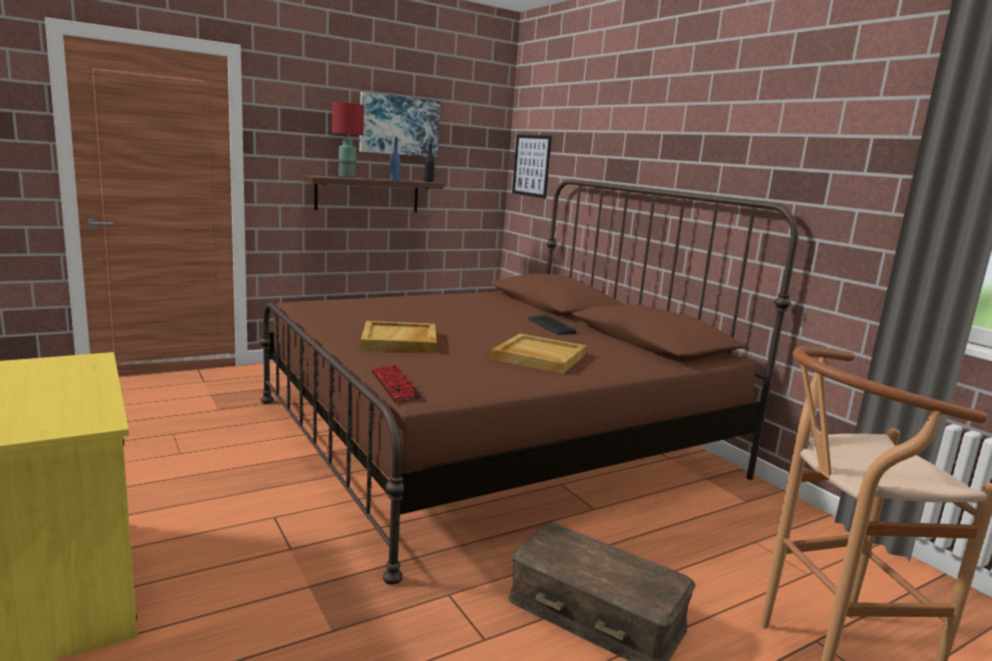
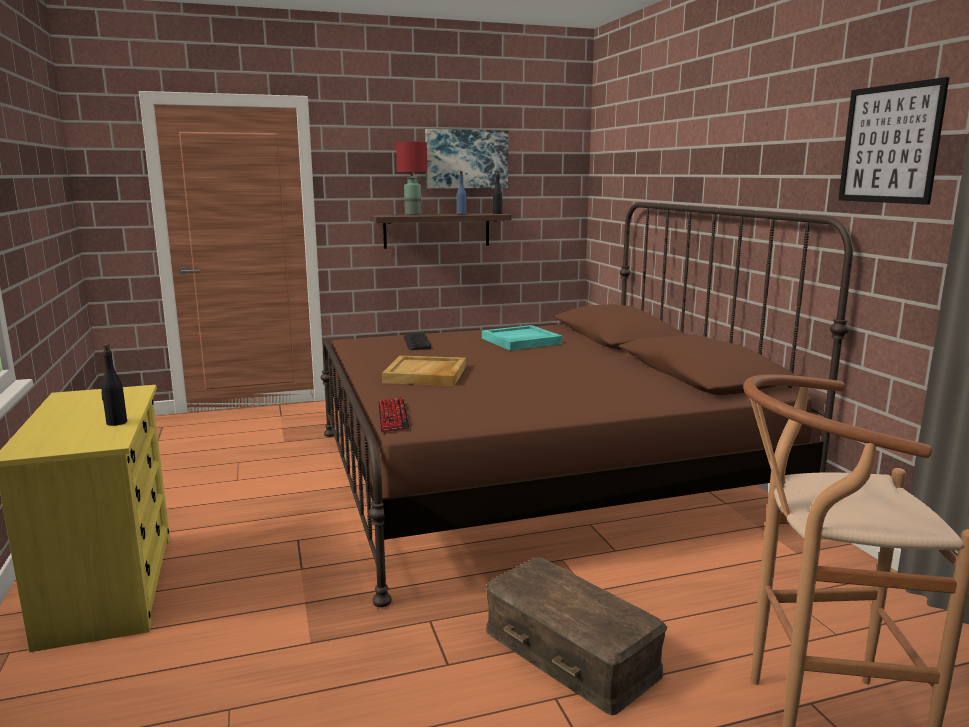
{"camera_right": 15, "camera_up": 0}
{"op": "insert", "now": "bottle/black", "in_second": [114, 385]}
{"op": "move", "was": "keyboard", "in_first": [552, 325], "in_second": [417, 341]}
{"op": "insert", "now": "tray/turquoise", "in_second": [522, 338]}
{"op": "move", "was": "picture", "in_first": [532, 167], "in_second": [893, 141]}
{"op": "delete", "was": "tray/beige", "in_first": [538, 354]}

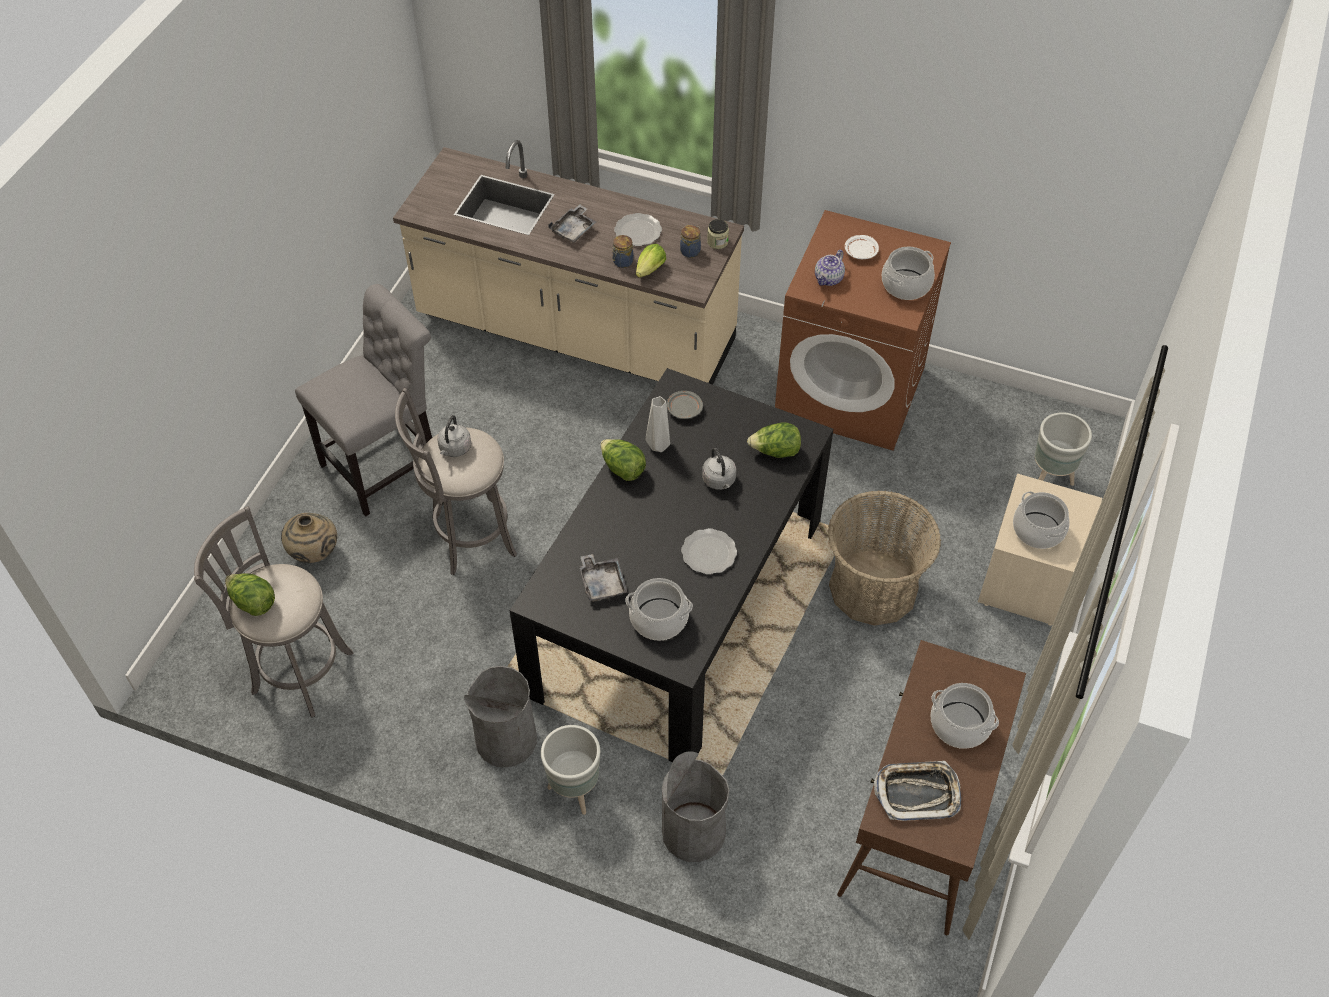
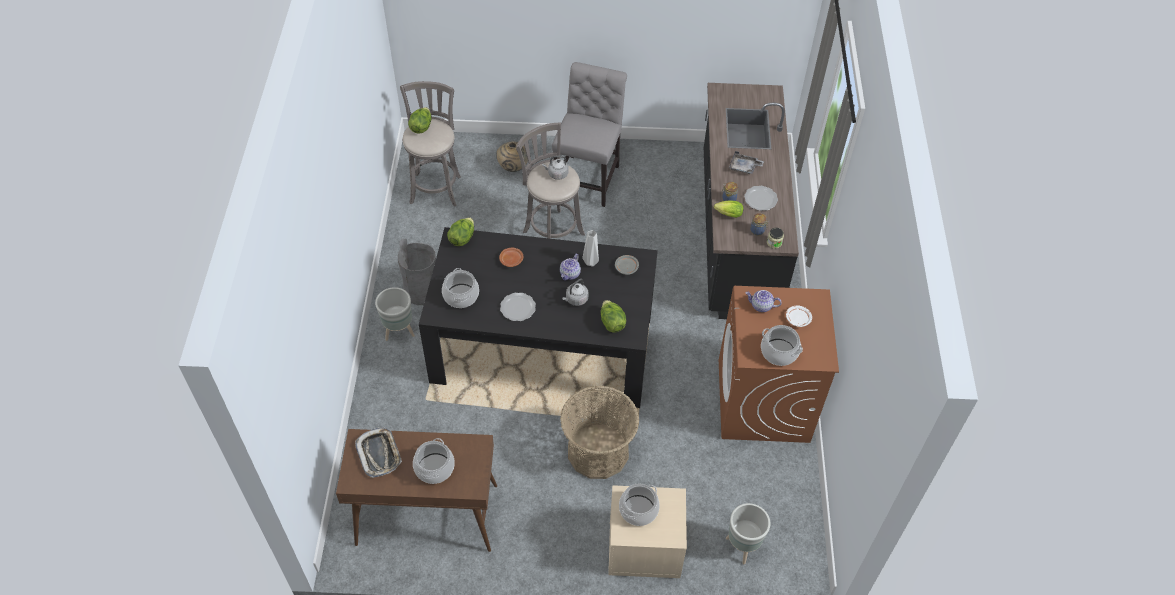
{"camera_right": 70, "camera_up": 0}
{"op": "move", "was": "lettuce", "in_first": [623, 460], "in_second": [460, 231]}
{"op": "insert", "now": "plate/brown", "in_second": [511, 257]}
{"op": "rotate", "was": "chair/grey", "in_first": [363, 400], "in_second": [589, 134], "clockwise": -105}
{"op": "insert", "now": "teapot", "in_second": [570, 267]}
{"op": "recolor", "was": "counter/beige", "now": "counter/black", "in_first": [568, 262], "in_second": [751, 201]}
{"op": "delete", "was": "tray/grey", "in_first": [603, 578]}
{"op": "delete", "was": "trash can/grey", "in_first": [695, 806]}

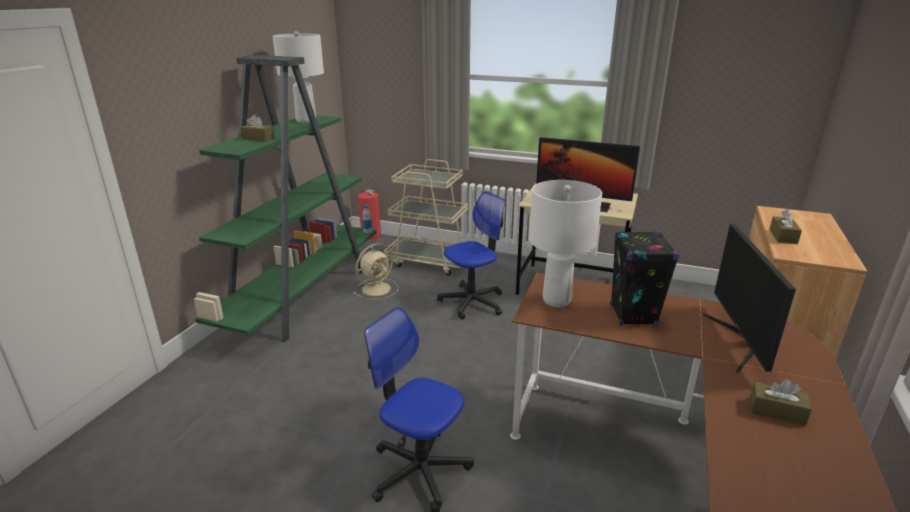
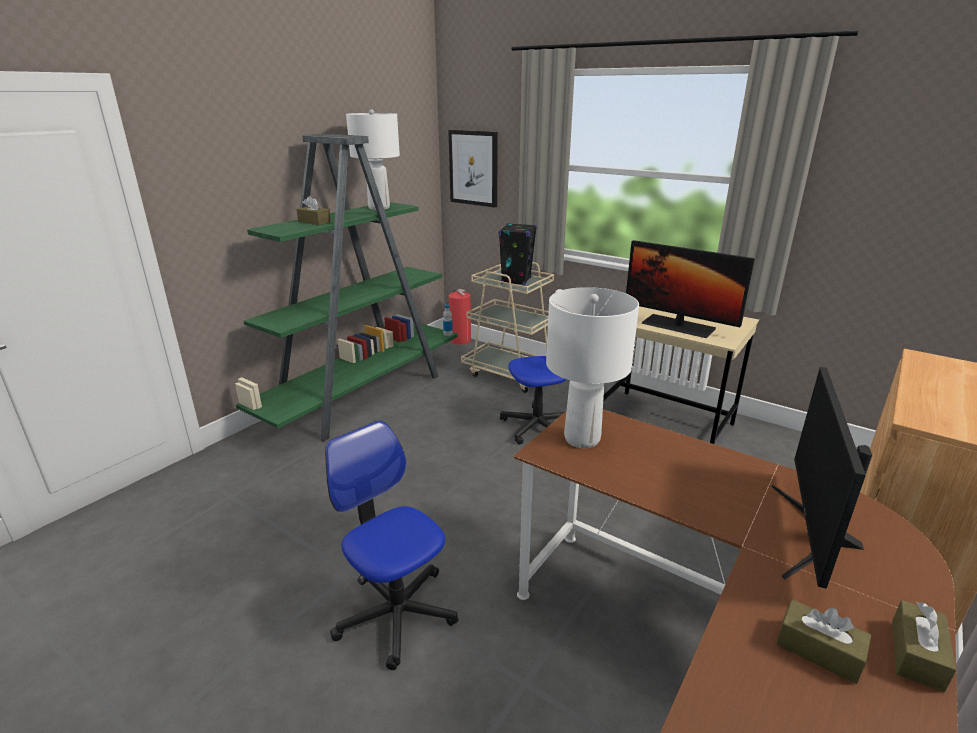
{"camera_right": 15, "camera_up": 0}
{"op": "insert", "now": "picture", "in_second": [473, 168]}
{"op": "move", "was": "speaker/black", "in_first": [644, 278], "in_second": [517, 254]}
{"op": "move", "was": "tissue box/brown", "in_first": [786, 226], "in_second": [924, 646]}
{"op": "delete", "was": "fan/beige", "in_first": [376, 271]}

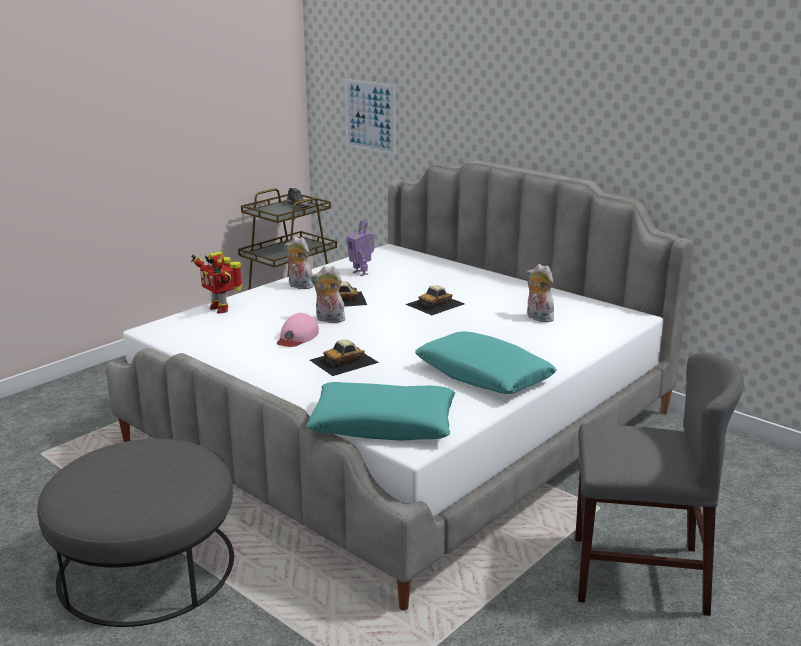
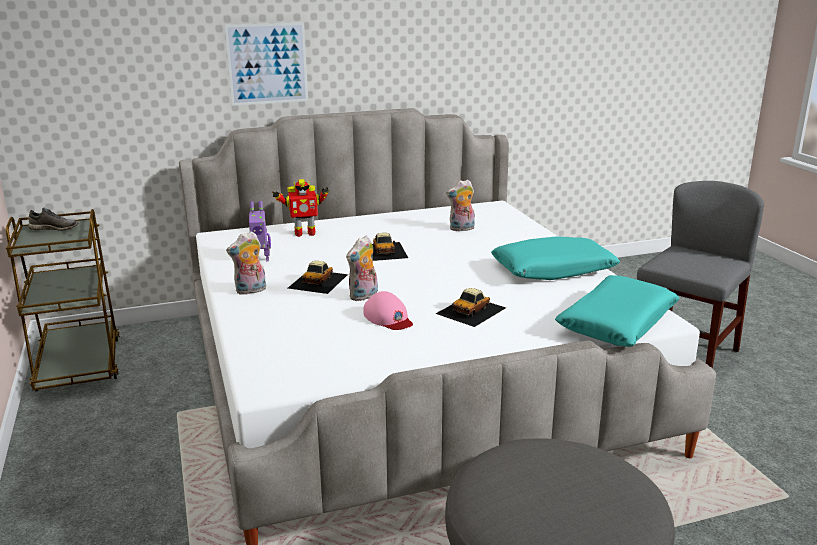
{"camera_right": -60, "camera_up": 0}
{"op": "move", "was": "picture", "in_first": [370, 117], "in_second": [266, 64]}
{"op": "move", "was": "toy robot", "in_first": [216, 282], "in_second": [300, 208]}
{"op": "rotate", "was": "toy car", "in_first": [344, 357], "in_second": [471, 307], "clockwise": 45}

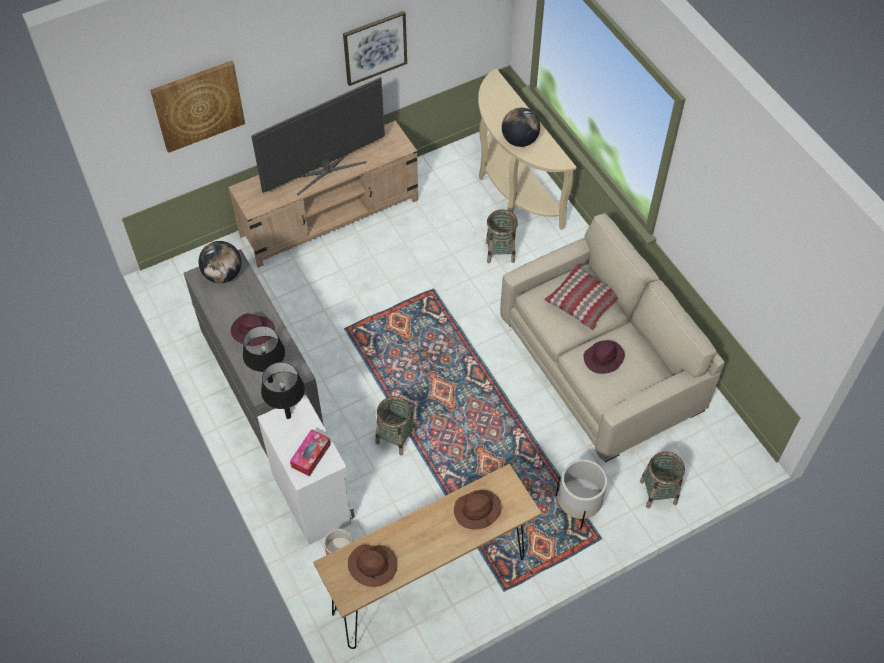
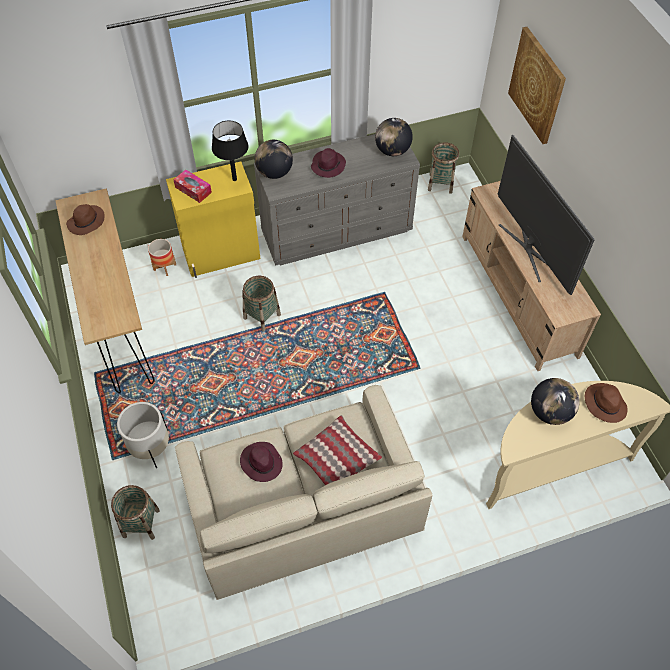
{"camera_right": 100, "camera_up": 0}
{"op": "recolor", "was": "cabinet/white", "now": "cabinet/yellow", "in_first": [305, 470], "in_second": [213, 219]}
{"op": "replace", "was": "table lamp/black", "now": "globe", "in_first": [264, 354], "in_second": [274, 159]}
{"op": "move", "was": "basket", "in_first": [502, 236], "in_second": [443, 168]}
{"op": "move", "was": "hat/brown", "in_first": [478, 509], "in_second": [606, 403]}
{"op": "delete", "was": "picture", "in_first": [375, 48]}

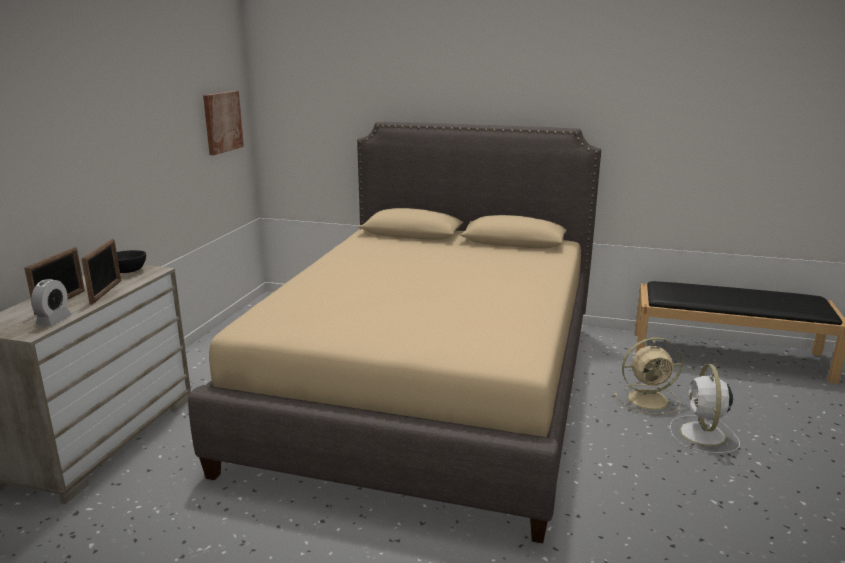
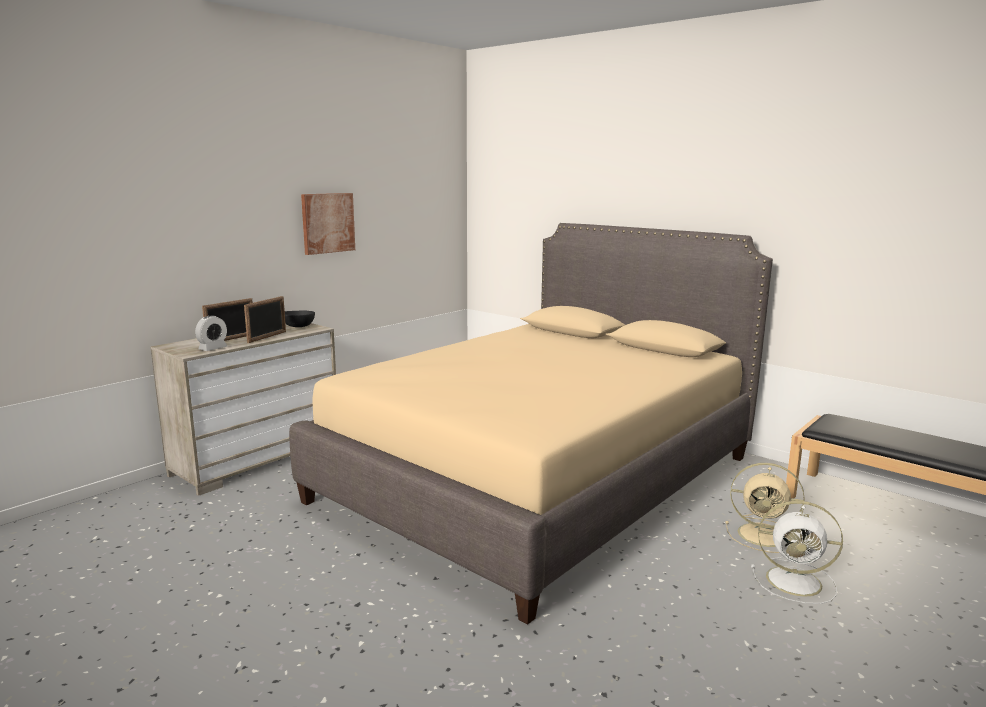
{"camera_right": 25, "camera_up": -5}
{"op": "move", "was": "picture", "in_first": [223, 123], "in_second": [328, 224]}
{"op": "rotate", "was": "fan/white", "in_first": [705, 408], "in_second": [797, 552], "clockwise": -105}

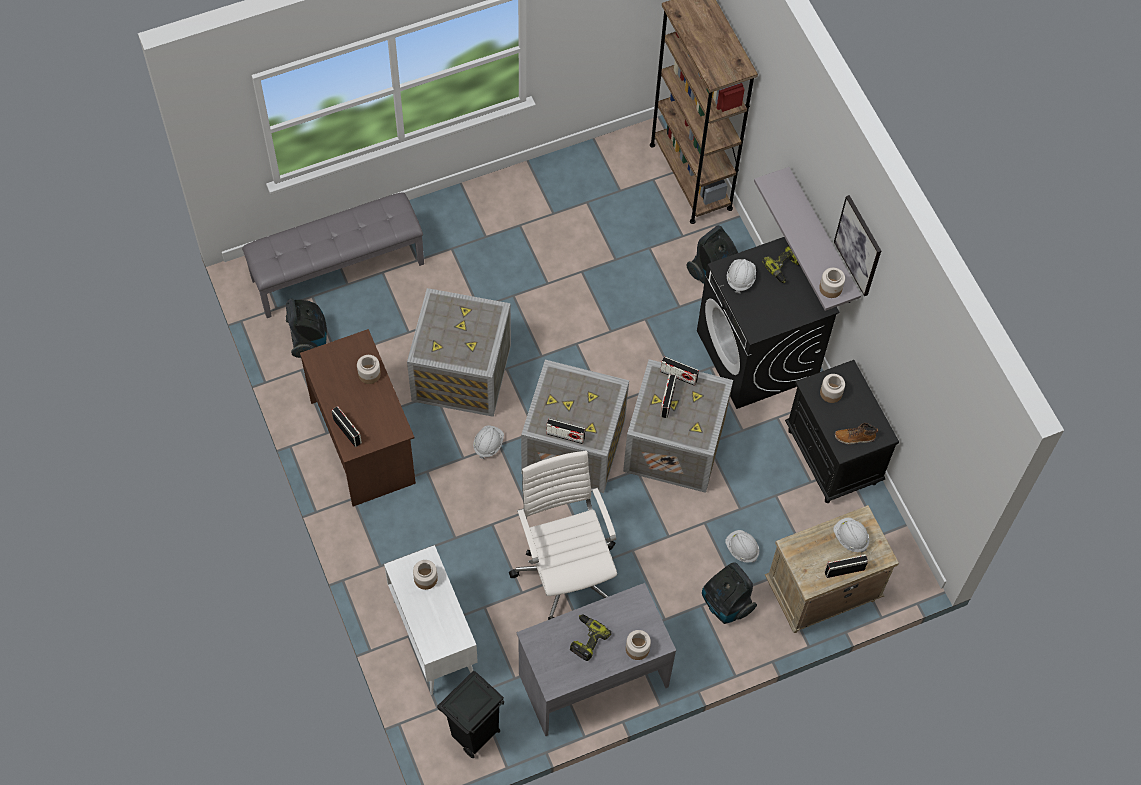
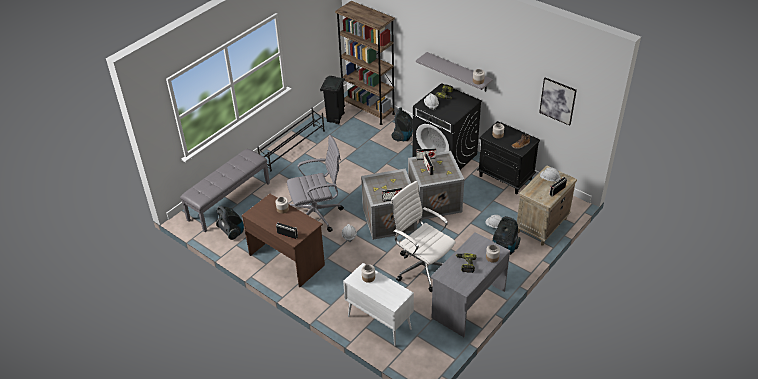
{"camera_right": -25, "camera_up": -20}
{"op": "insert", "now": "shoe rack/black", "in_second": [291, 139]}
{"op": "replace", "was": "crate", "now": "office chair/grey", "in_first": [459, 352], "in_second": [315, 183]}
{"op": "move", "was": "trash can/black", "in_first": [471, 714], "in_second": [332, 100]}
{"op": "move", "was": "picture", "in_first": [857, 245], "in_second": [558, 101]}

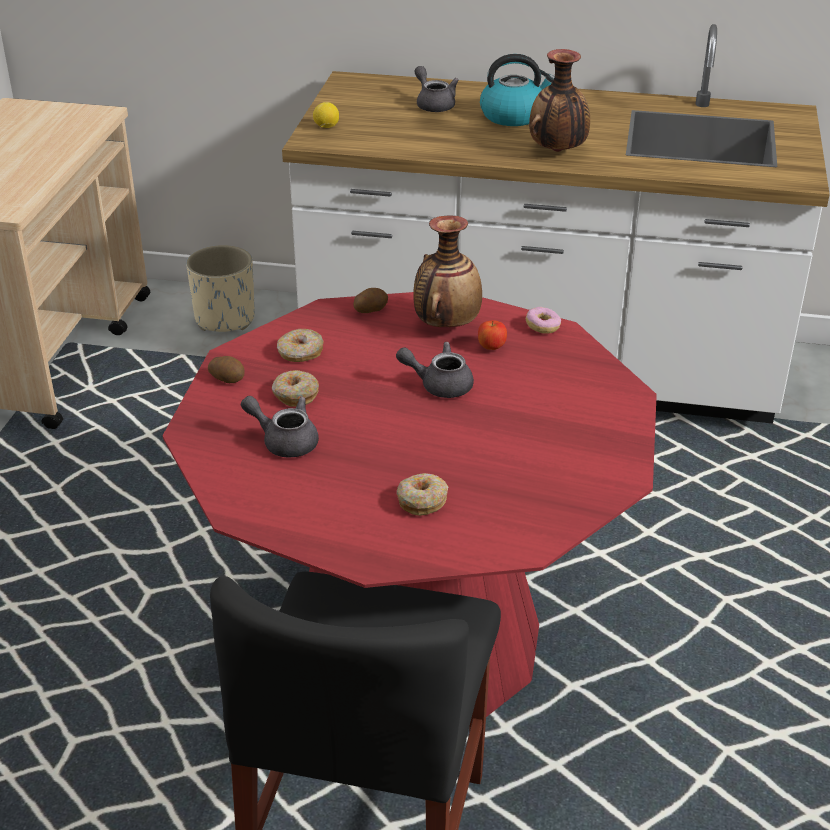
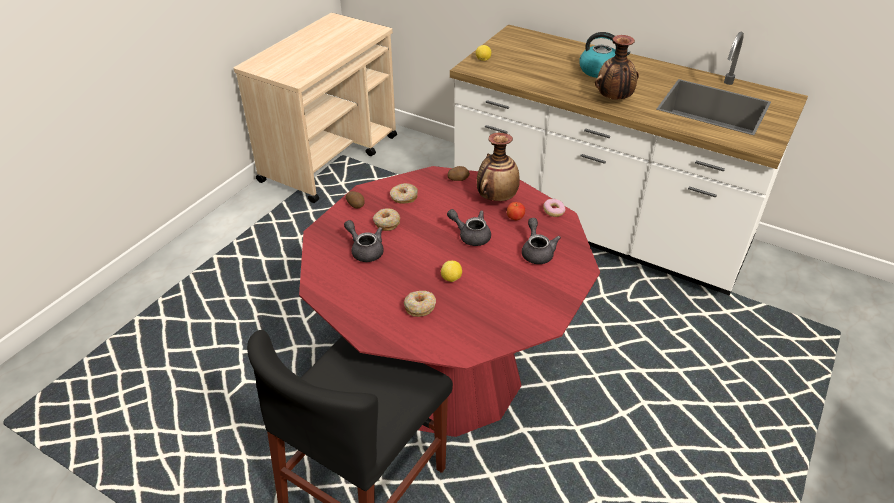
{"camera_right": 20, "camera_up": 5}
{"op": "insert", "now": "lemon", "in_second": [451, 271]}
{"op": "move", "was": "teapot/grey", "in_first": [437, 89], "in_second": [541, 241]}
{"op": "delete", "was": "planter/beige", "in_first": [220, 288]}

